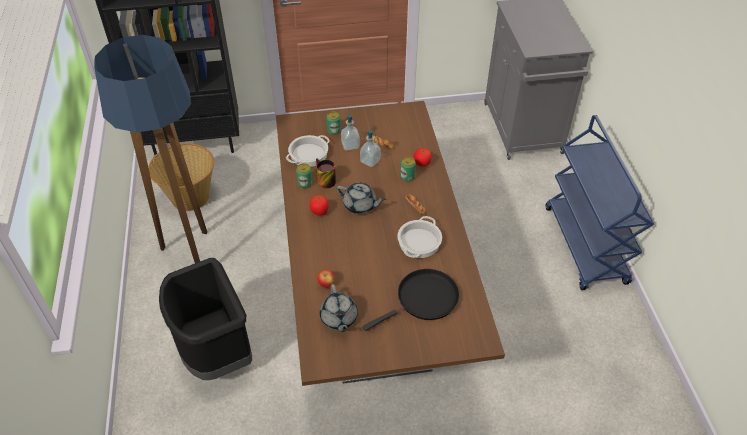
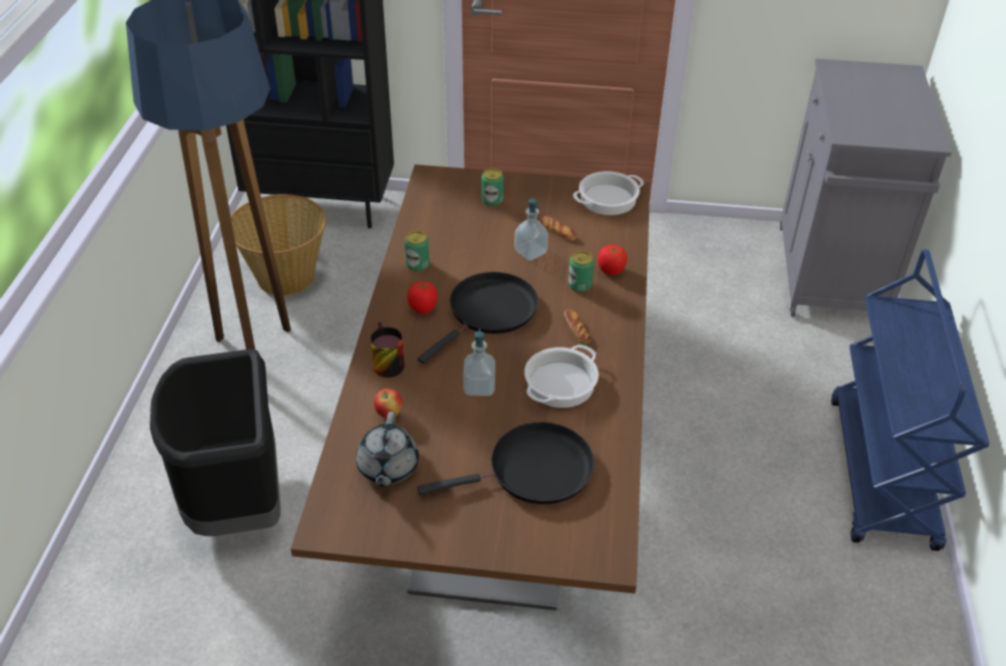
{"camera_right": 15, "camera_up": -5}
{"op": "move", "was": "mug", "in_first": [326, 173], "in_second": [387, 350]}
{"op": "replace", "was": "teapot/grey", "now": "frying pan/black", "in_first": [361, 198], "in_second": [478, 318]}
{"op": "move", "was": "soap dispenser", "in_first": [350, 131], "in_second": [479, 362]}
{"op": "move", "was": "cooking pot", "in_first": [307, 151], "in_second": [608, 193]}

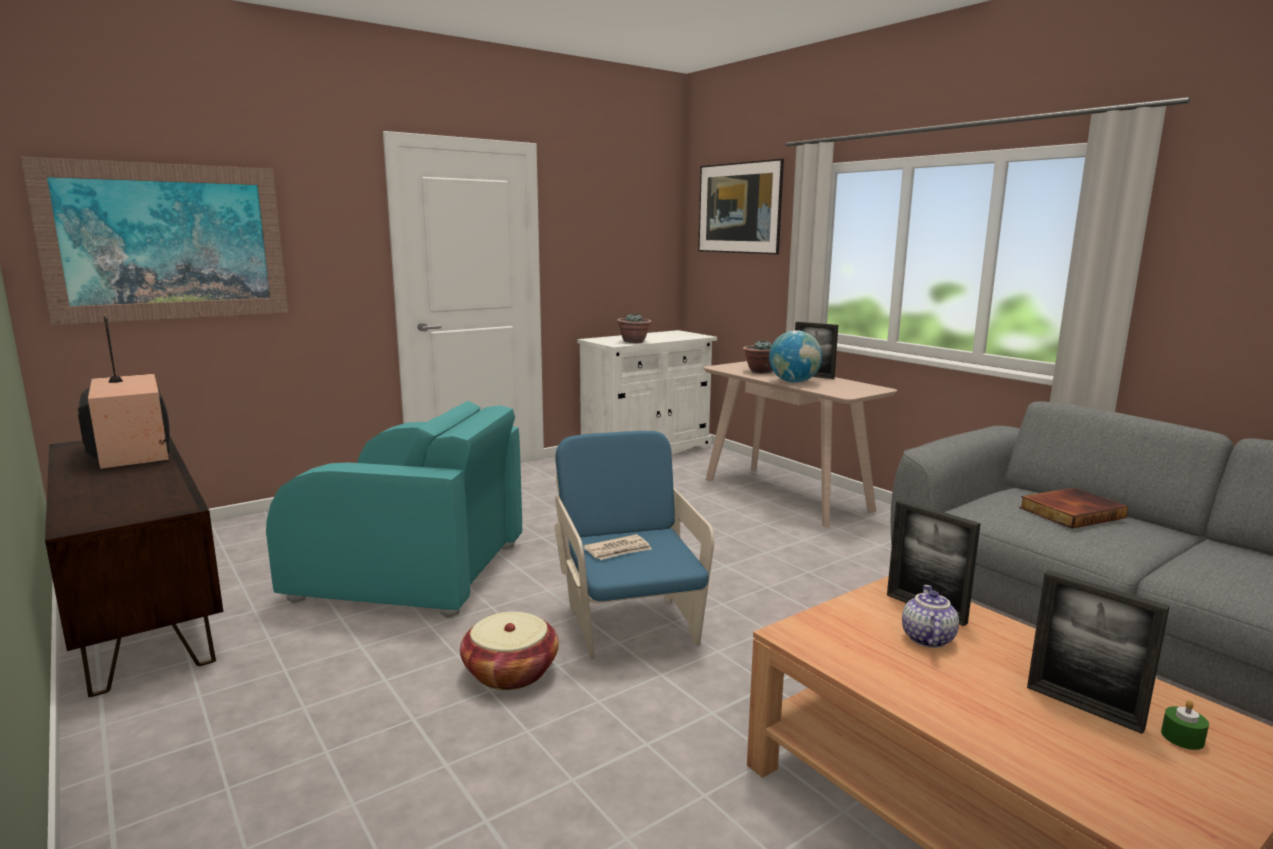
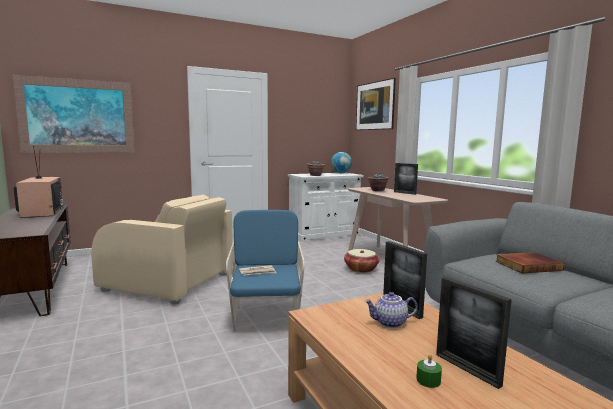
{"camera_right": 10, "camera_up": -5}
{"op": "recolor", "was": "armchair/turquoise", "now": "armchair/beige", "in_first": [394, 509], "in_second": [162, 250]}
{"op": "move", "was": "globe", "in_first": [795, 356], "in_second": [341, 162]}
{"op": "move", "was": "basket", "in_first": [509, 651], "in_second": [362, 261]}
{"op": "rotate", "was": "teapot", "in_first": [930, 616], "in_second": [391, 310], "clockwise": -120}
{"op": "move", "was": "candle/green", "in_first": [1185, 725], "in_second": [429, 371]}

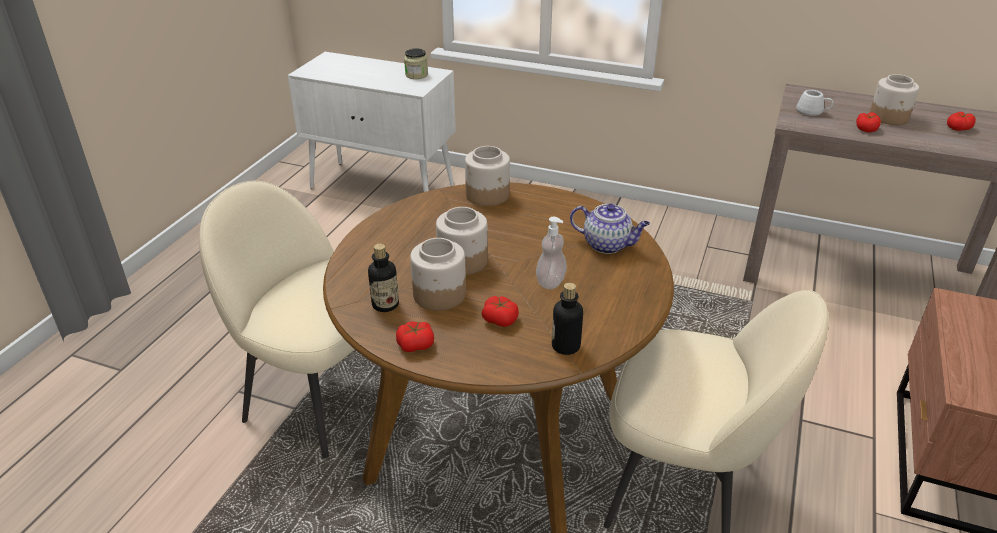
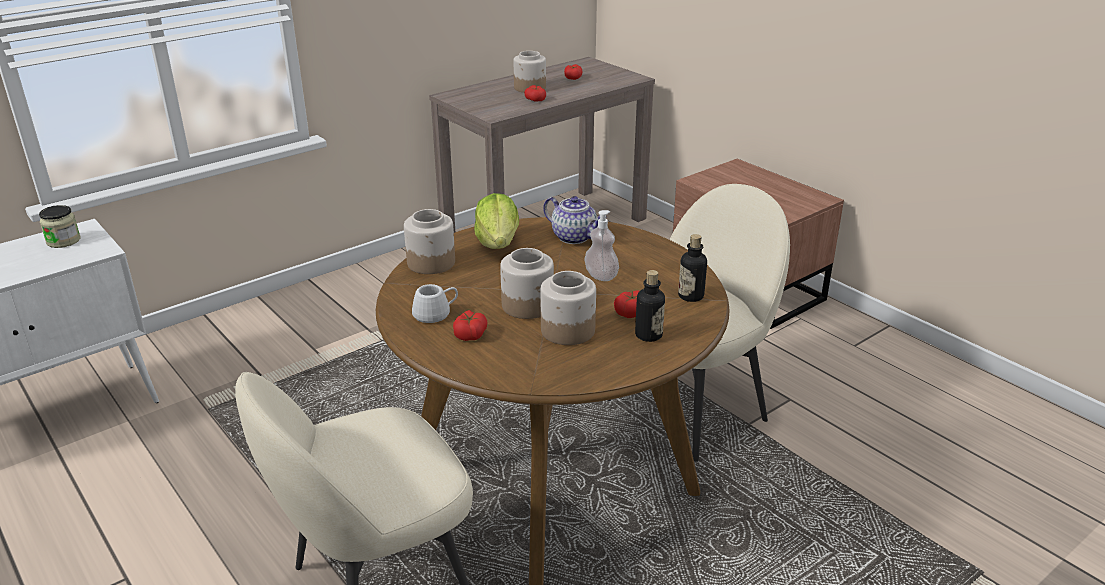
{"camera_right": -60, "camera_up": -5}
{"op": "move", "was": "mug/white", "in_first": [814, 103], "in_second": [435, 303]}
{"op": "move", "was": "tomato", "in_first": [415, 336], "in_second": [470, 325]}
{"op": "insert", "now": "lettuce", "in_second": [496, 221]}
{"op": "rotate", "was": "teapot", "in_first": [610, 229], "in_second": [575, 220], "clockwise": 75}
{"op": "move", "was": "bottle", "in_first": [383, 277], "in_second": [650, 306]}

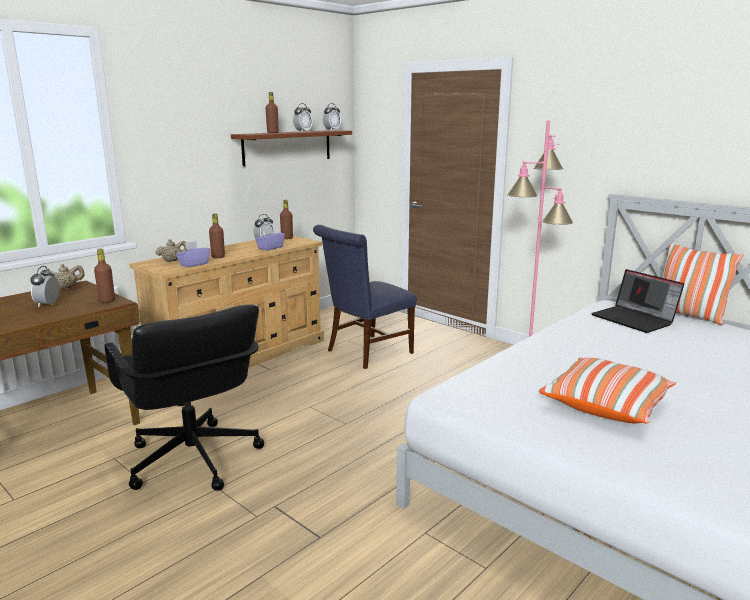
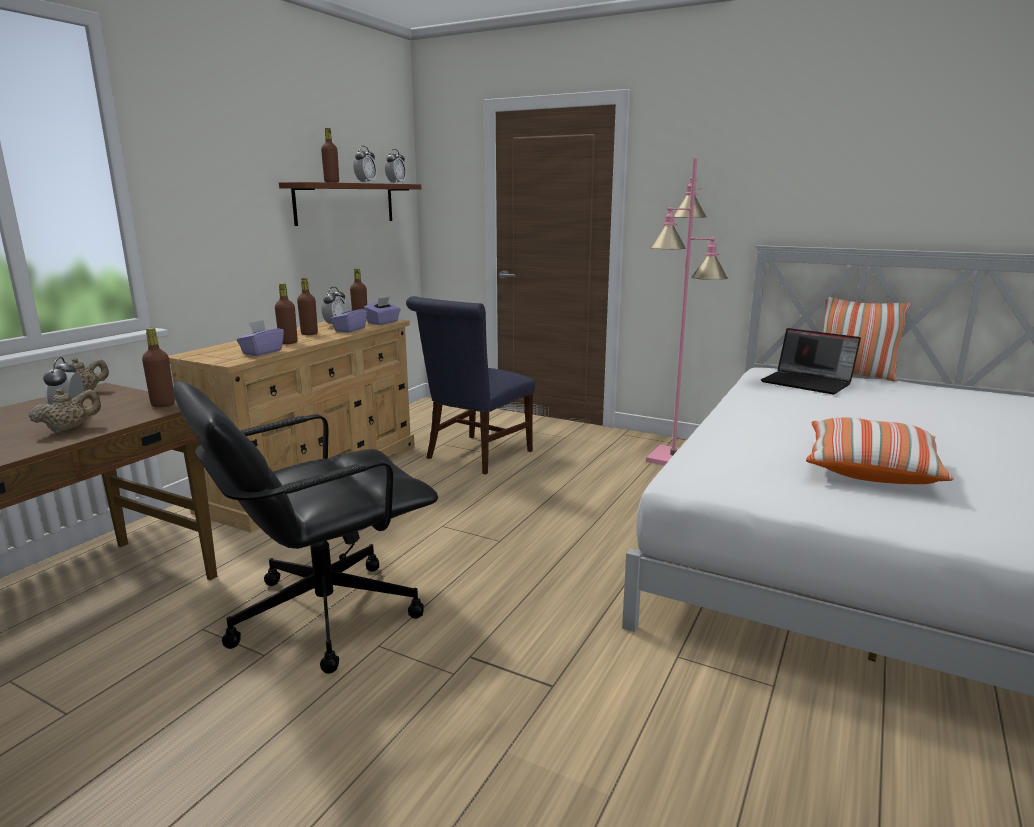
{"camera_right": -15, "camera_up": 0}
{"op": "move", "was": "teapot/beige", "in_first": [171, 250], "in_second": [64, 410]}
{"op": "rotate", "was": "office chair/black", "in_first": [184, 397], "in_second": [305, 527], "clockwise": 105}
{"op": "insert", "now": "bottle/brown", "in_second": [307, 306]}
{"op": "insert", "now": "tissue box/purple", "in_second": [382, 311]}

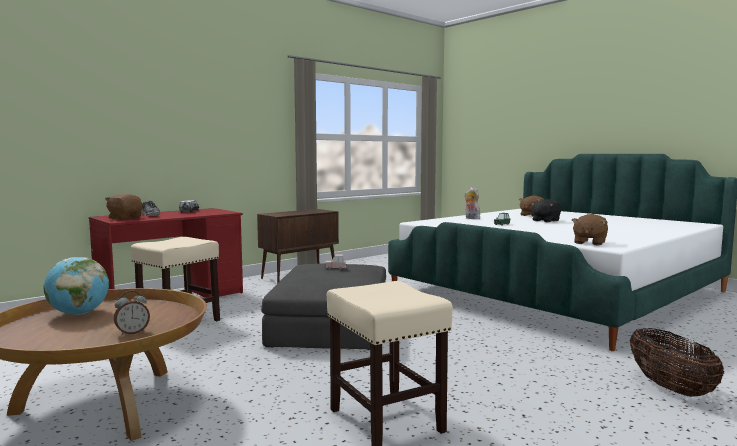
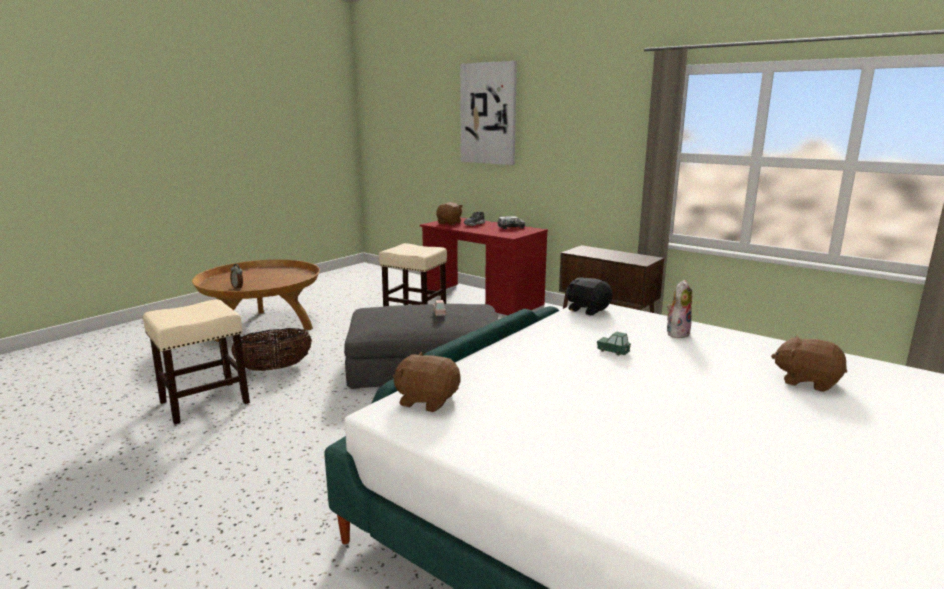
{"camera_right": 80, "camera_up": 10}
{"op": "move", "was": "basket", "in_first": [677, 362], "in_second": [271, 349]}
{"op": "insert", "now": "picture", "in_second": [488, 113]}
{"op": "move", "was": "plush toy/black", "in_first": [546, 210], "in_second": [589, 296]}
{"op": "delete", "was": "globe", "in_first": [76, 286]}

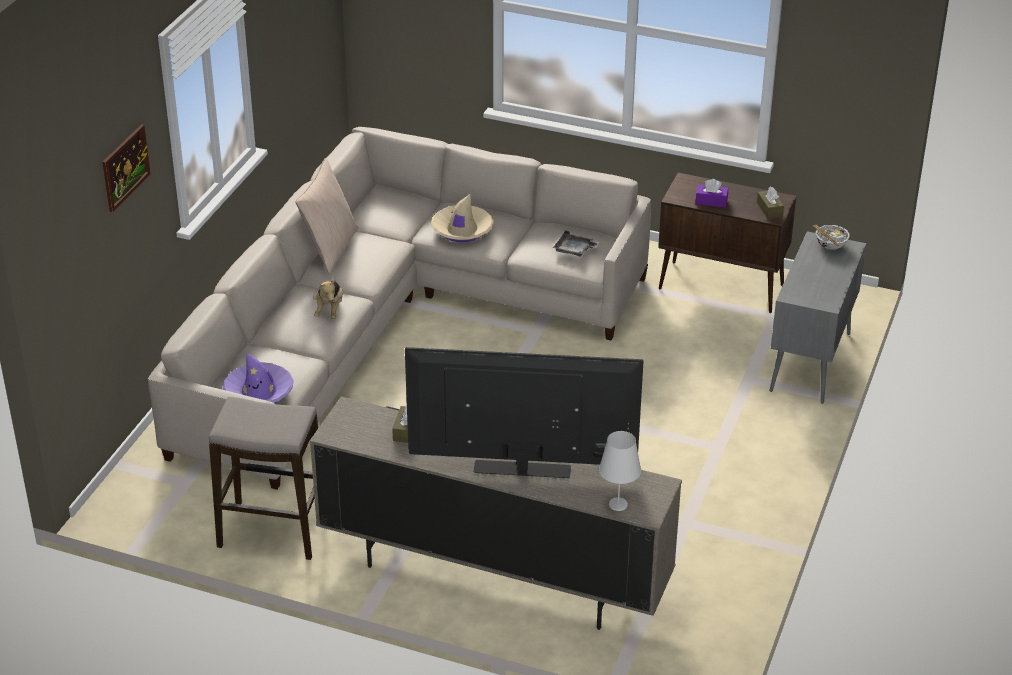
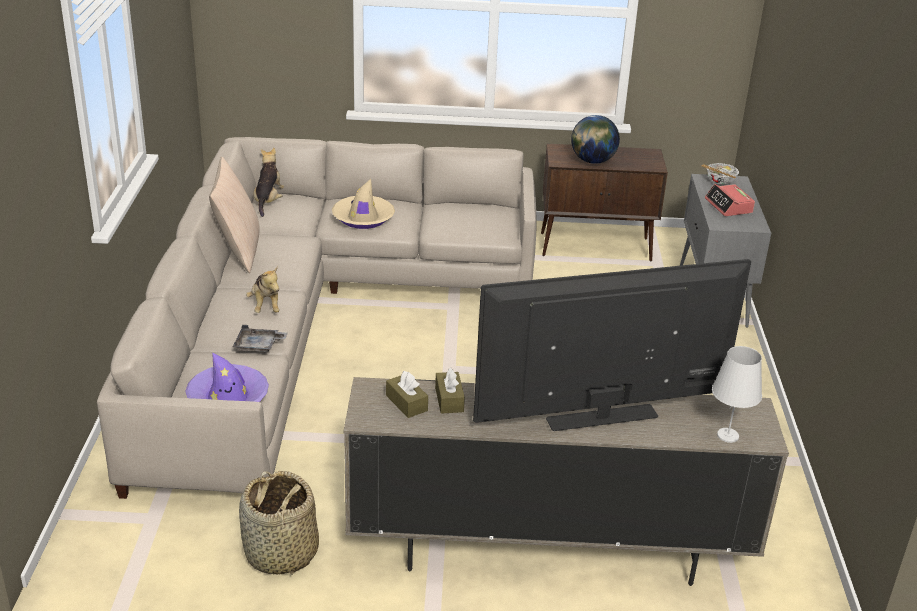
{"camera_right": -20, "camera_up": -5}
{"op": "move", "was": "tray/grey", "in_first": [576, 244], "in_second": [260, 338]}
{"op": "replace", "was": "stool", "now": "basket", "in_first": [263, 478], "in_second": [279, 523]}
{"op": "insert", "now": "plush toy", "in_second": [268, 182]}
{"op": "move", "was": "tissue box/brown", "in_first": [770, 203], "in_second": [407, 394]}
{"op": "replace", "was": "tissue box/purple", "now": "globe", "in_first": [711, 193], "in_second": [595, 139]}
{"op": "insert", "now": "alarm clock", "in_second": [730, 200]}
{"op": "delete", "was": "picture", "in_first": [127, 168]}

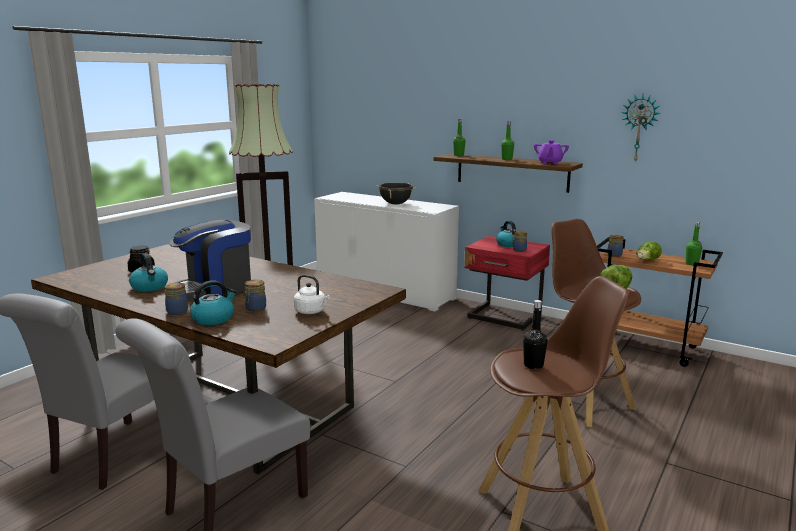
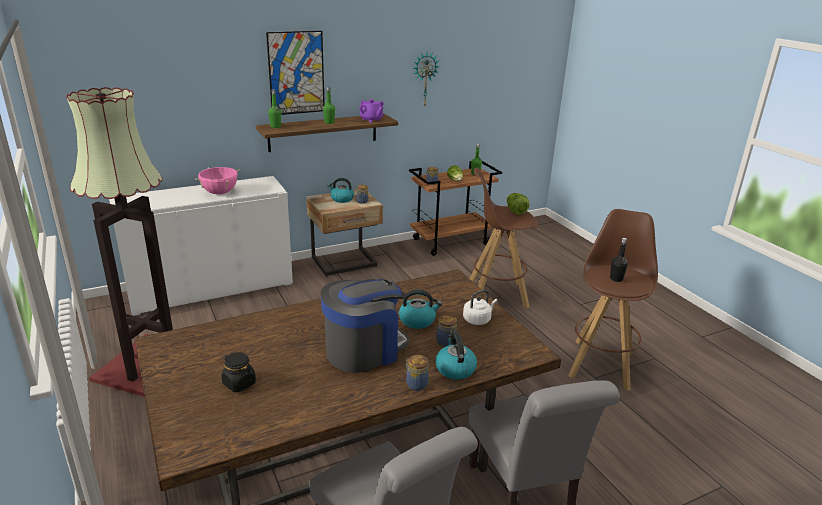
{"camera_right": -60, "camera_up": 10}
{"op": "recolor", "was": "cooking pot/black", "now": "cooking pot/pink", "in_first": [396, 194], "in_second": [217, 181]}
{"op": "insert", "now": "picture", "in_second": [295, 73]}
{"op": "recolor", "was": "nightstand/red", "now": "nightstand/beige", "in_first": [507, 283], "in_second": [345, 233]}
{"op": "rotate", "was": "coffee machine", "in_first": [210, 259], "in_second": [365, 326], "clockwise": -120}
{"op": "move", "was": "kettle", "in_first": [148, 272], "in_second": [420, 309]}

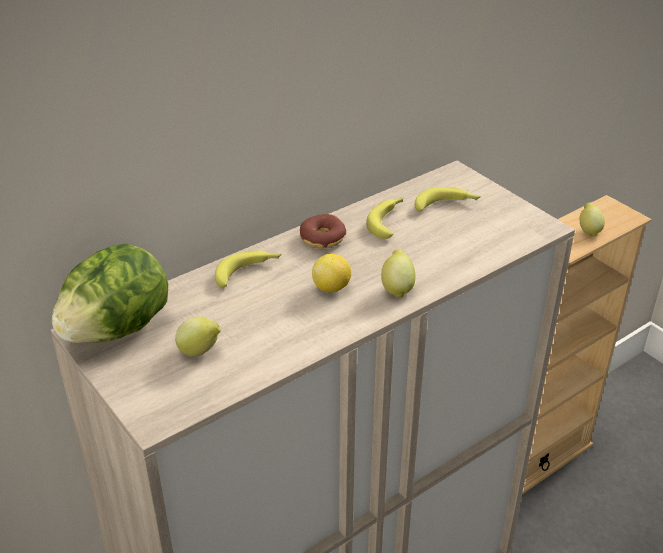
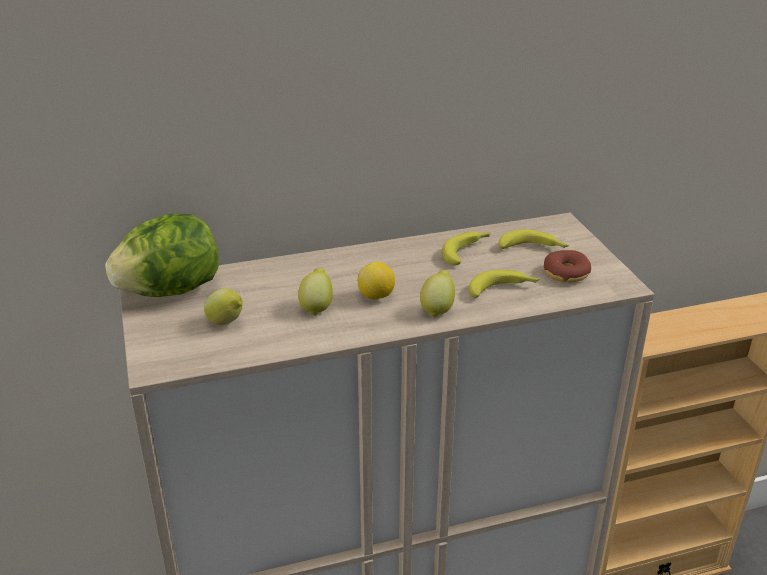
{"camera_right": 20, "camera_up": -5}
{"op": "move", "was": "lemon", "in_first": [592, 219], "in_second": [315, 291]}
{"op": "move", "was": "banana", "in_first": [248, 268], "in_second": [504, 284]}
{"op": "move", "was": "donut", "in_first": [323, 231], "in_second": [567, 266]}

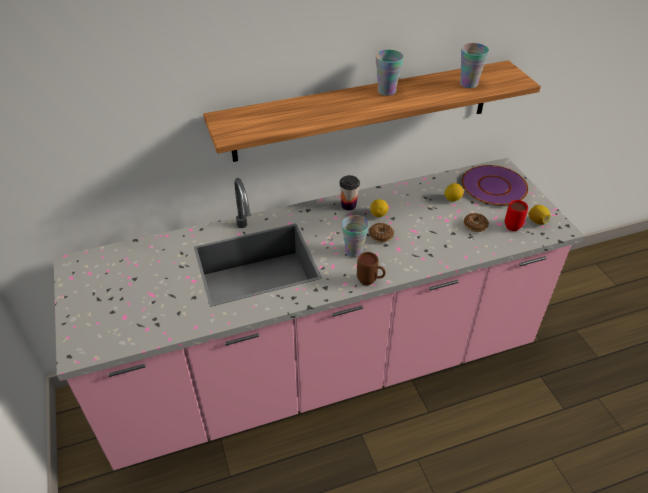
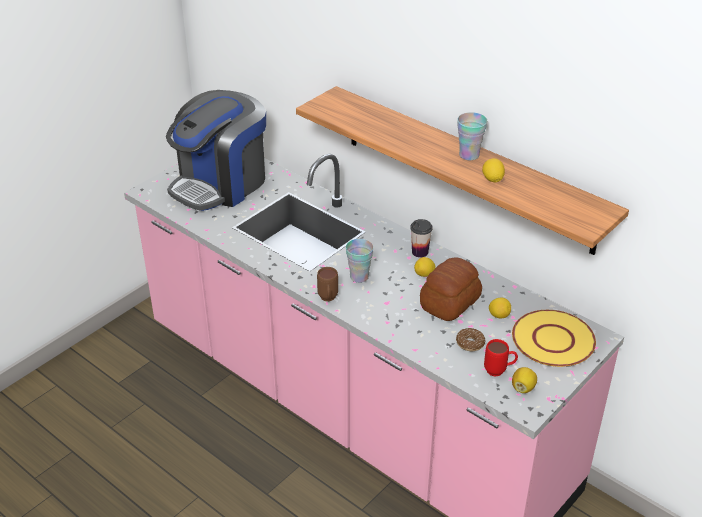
{"camera_right": 60, "camera_up": -5}
{"op": "insert", "now": "coffee machine", "in_second": [216, 150]}
{"op": "insert", "now": "bread", "in_second": [451, 289]}
{"op": "insert", "now": "lemon", "in_second": [493, 170]}
{"op": "recolor", "was": "plate/purple", "now": "plate/yellow", "in_first": [495, 185], "in_second": [554, 338]}
{"op": "delete", "was": "donut", "in_first": [381, 233]}
{"op": "delete", "was": "cup", "in_first": [474, 65]}

